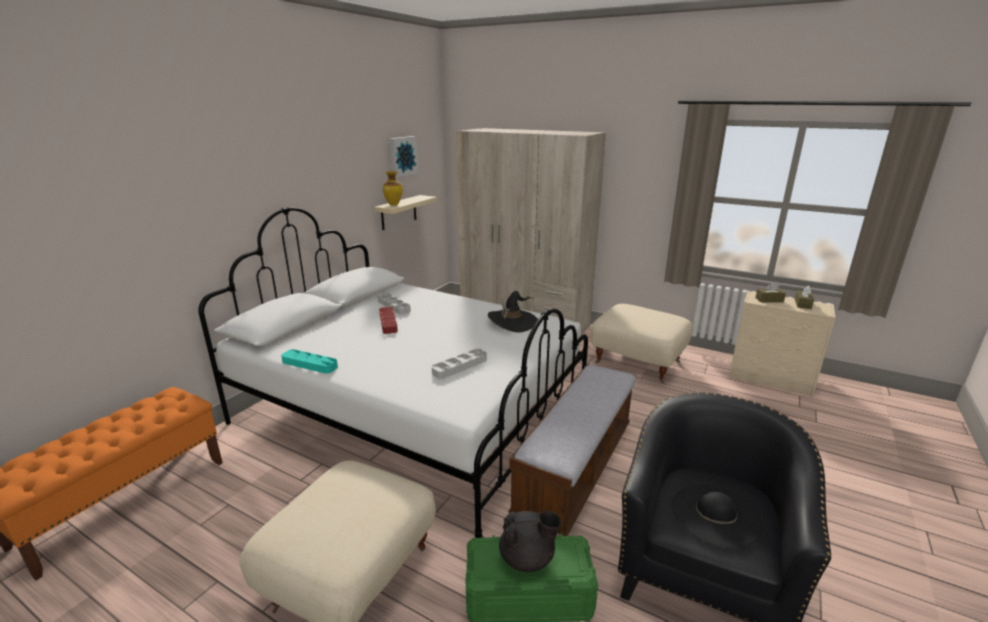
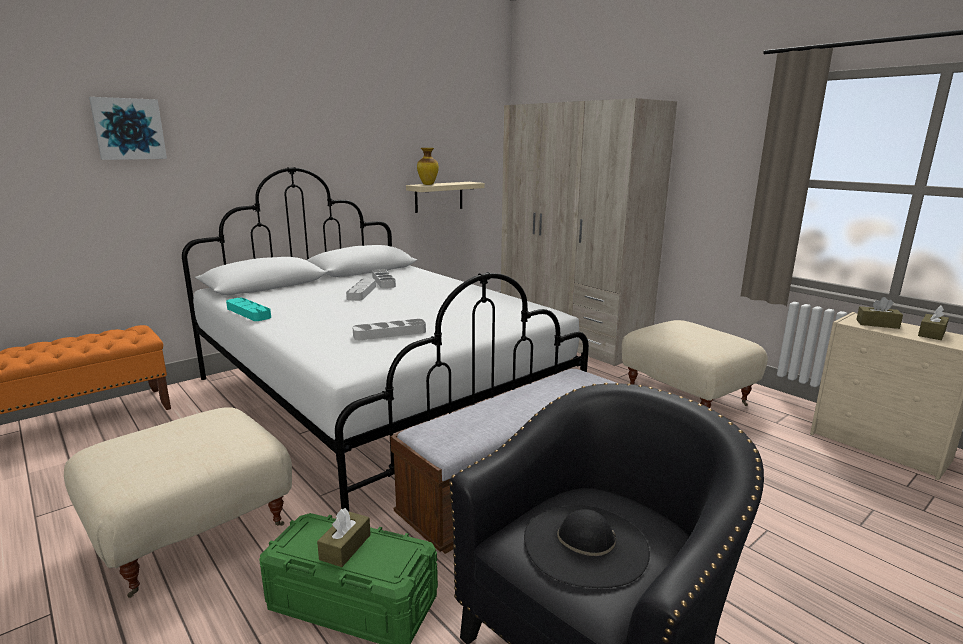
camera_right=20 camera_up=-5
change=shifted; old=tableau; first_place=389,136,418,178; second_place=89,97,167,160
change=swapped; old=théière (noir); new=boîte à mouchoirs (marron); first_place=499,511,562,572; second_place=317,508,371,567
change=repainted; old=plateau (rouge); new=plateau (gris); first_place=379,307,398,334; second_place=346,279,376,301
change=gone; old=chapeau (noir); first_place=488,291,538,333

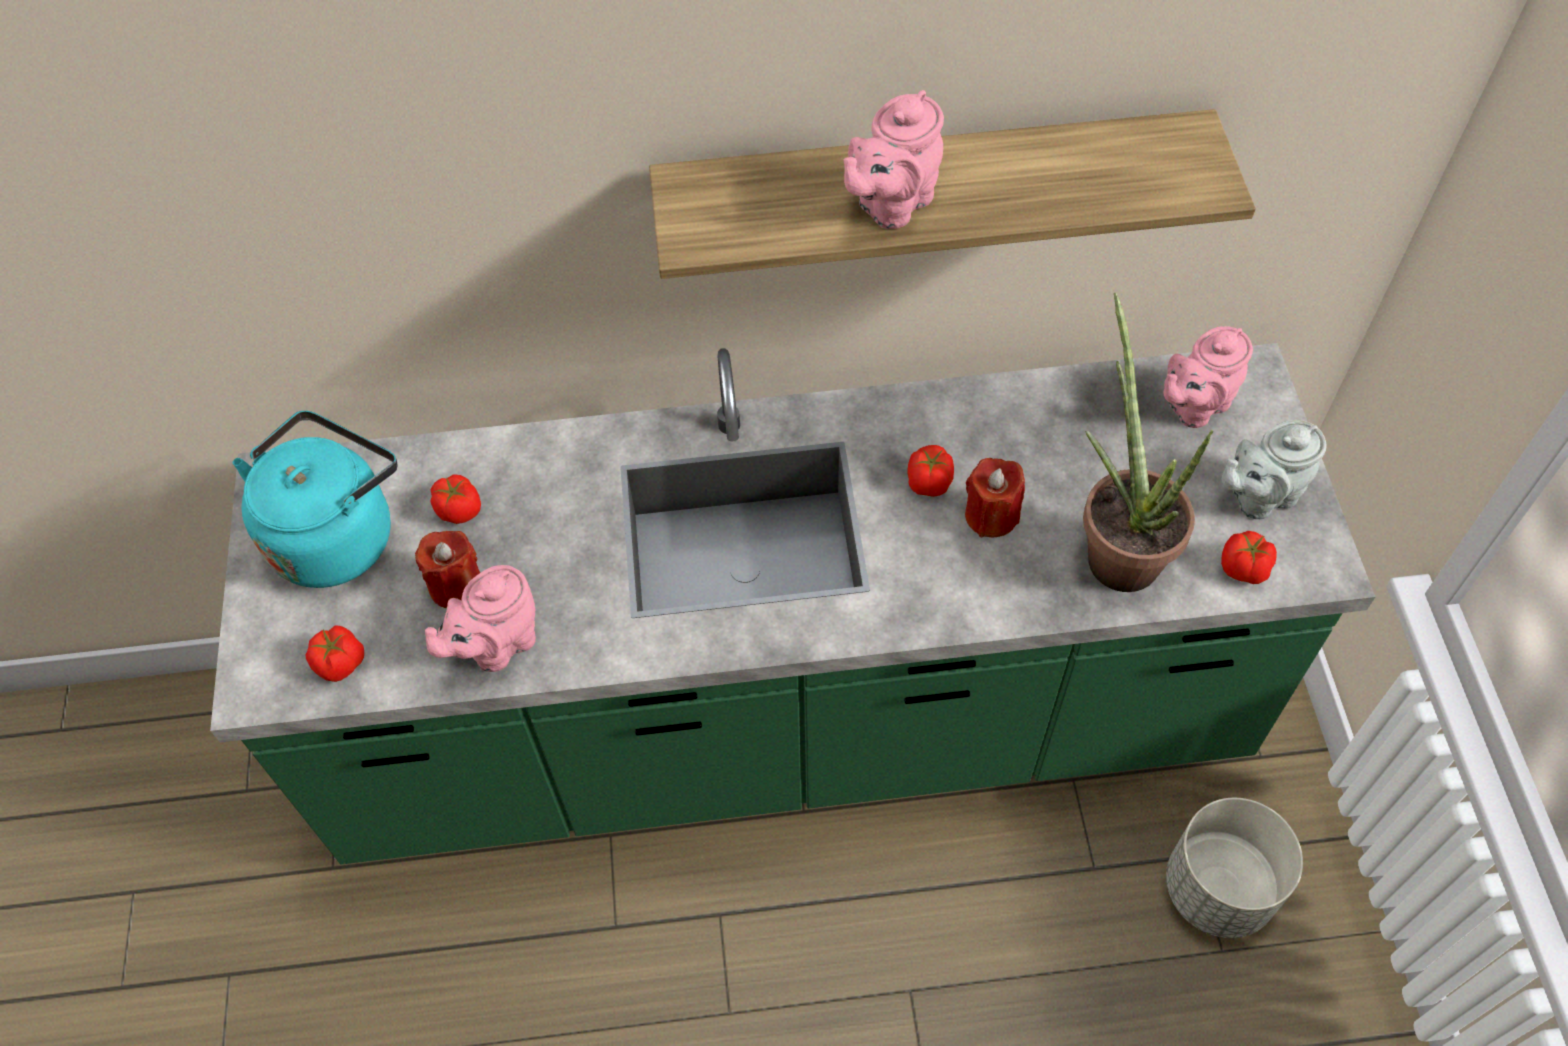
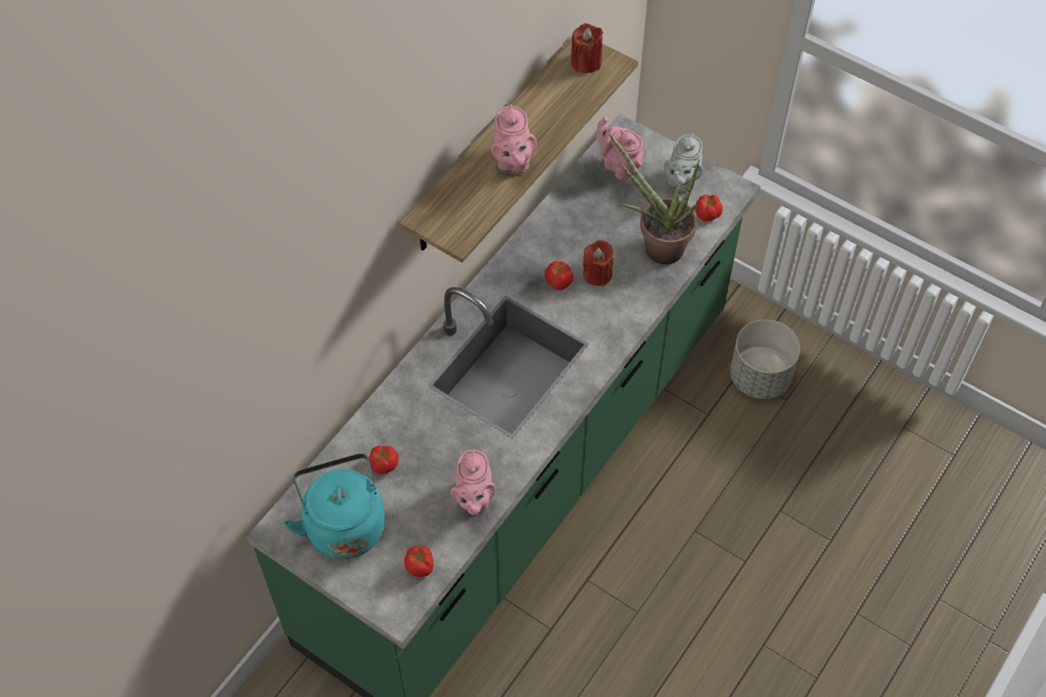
camera_right=-50 camera_up=0
change=shifted; old=bougie (rouge); first_place=415,531,480,608; second_place=571,23,603,73
change=rotated; old=théière (rose); first_place=1164,326,1253,428; second_place=597,117,643,180; degrees=135

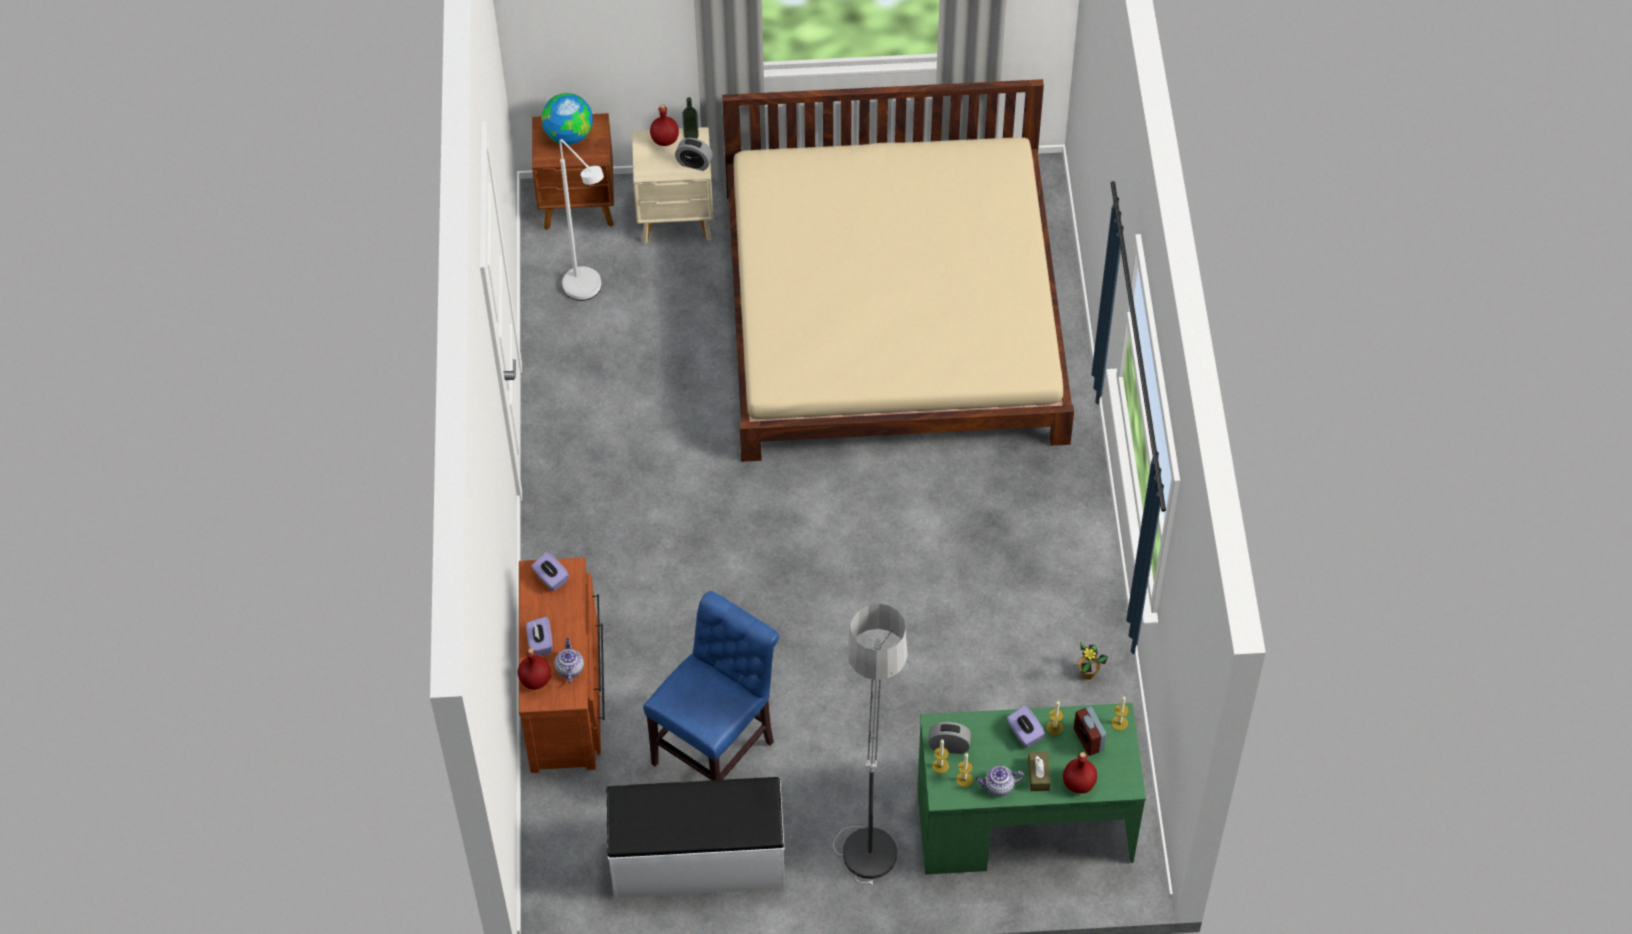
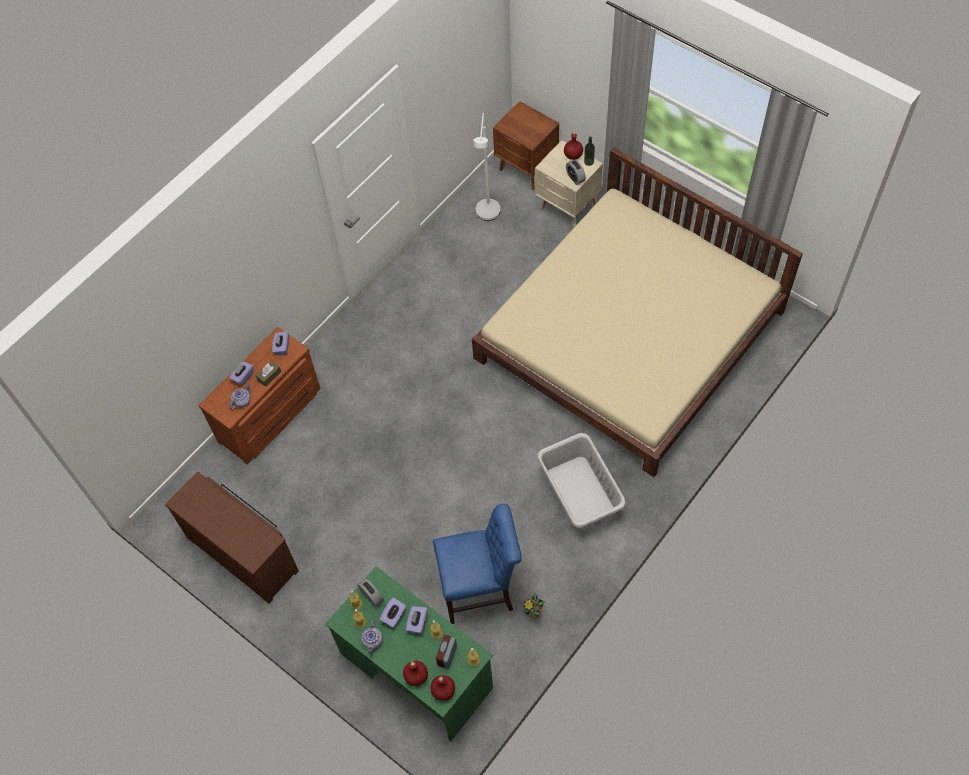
camera_right=45 camera_up=5
change=swapped; old=banc (blanc); new=commode (marron); first_place=606,777,785,898; second_place=165,472,299,604
change=shifted; old=boîte à mouchoirs (marron); first_place=1028,752,1051,791; second_place=256,361,281,387
change=rotated; old=théière; first_place=976,766,1024,796; second_place=361,620,383,654; degrees=-120
change=new; new=boîte à mouchoirs (violet); second_place=379,597,406,628
change=shifted; old=bouteille (rouge); first_place=517,648,551,690; second_place=430,675,455,701
change=shifted; old=chaise (bleu); first_place=643,591,779,780; second_place=433,504,522,624
change=new; new=panier à linge (gris); second_place=537,433,626,530
change=gone; old=globe; first_place=541,93,593,145
change=gone; old=lampadaire; first_place=833,604,907,885

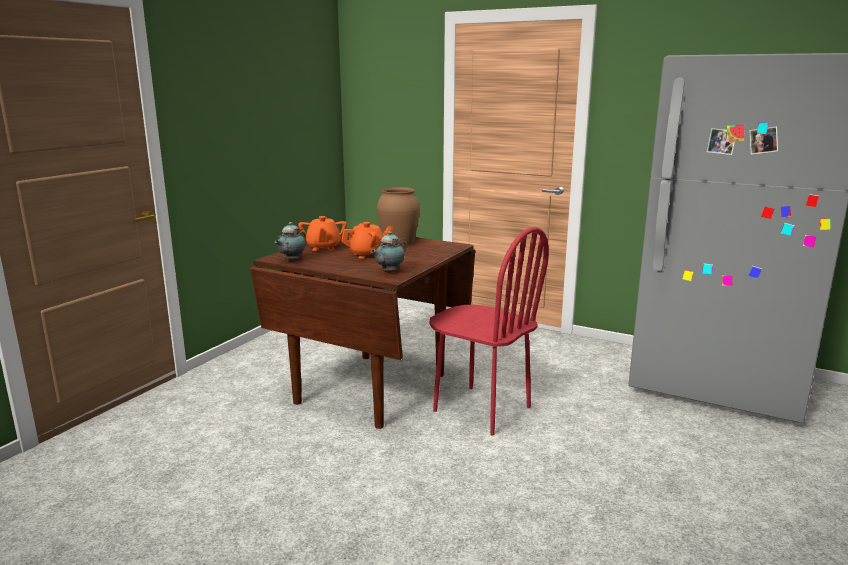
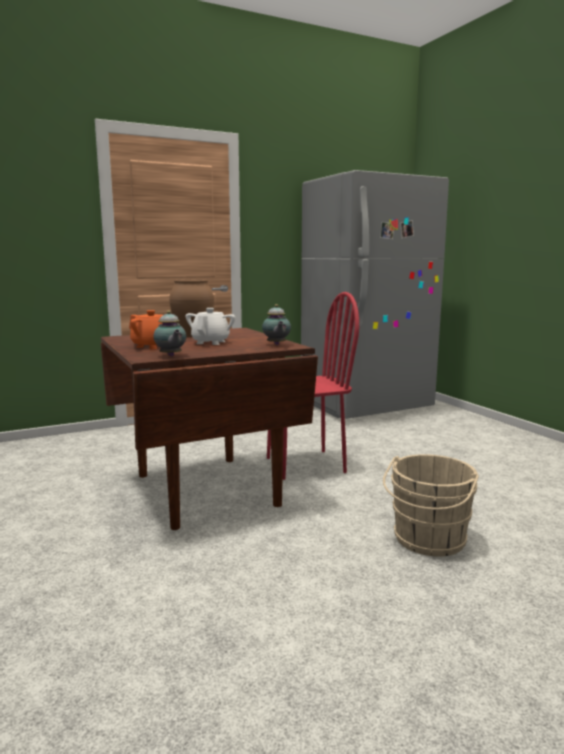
camera_right=-55 camera_up=-5
change=repainted; old=théière (orange); new=théière (blanc); first_place=341,222,393,259; second_place=186,308,235,345
change=new; new=seau (beige); second_place=383,454,479,557

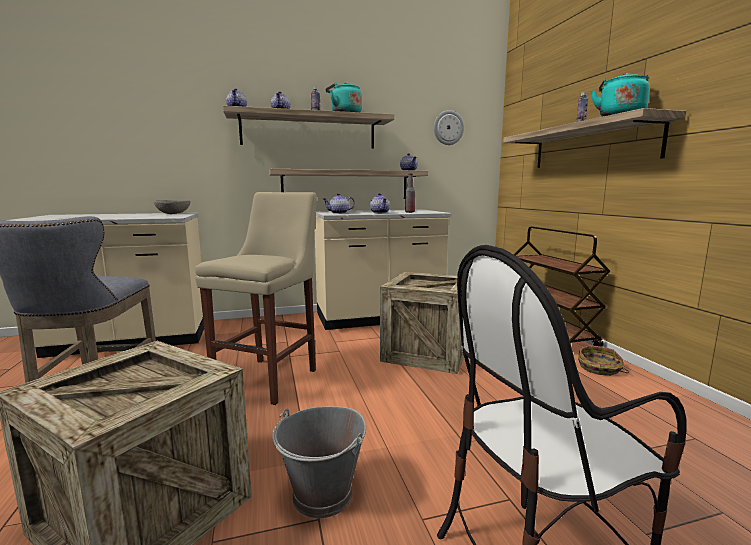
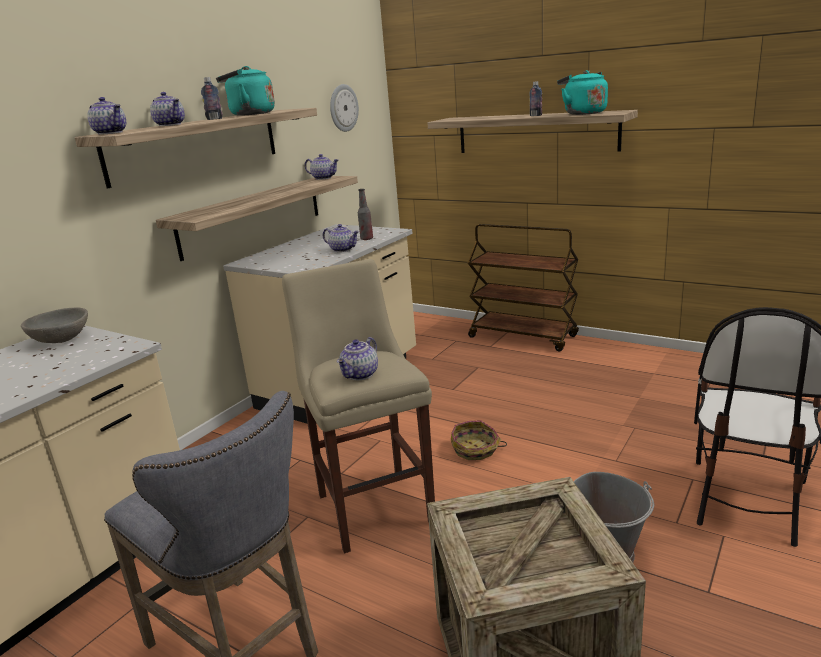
camera_right=-40 camera_up=10
change=shifted; old=théière; first_place=323,193,355,214; second_place=337,337,378,380
change=shifted; old=panier; first_place=578,345,629,376; second_place=451,420,507,460
change=gone; old=caisse; first_place=380,272,464,374

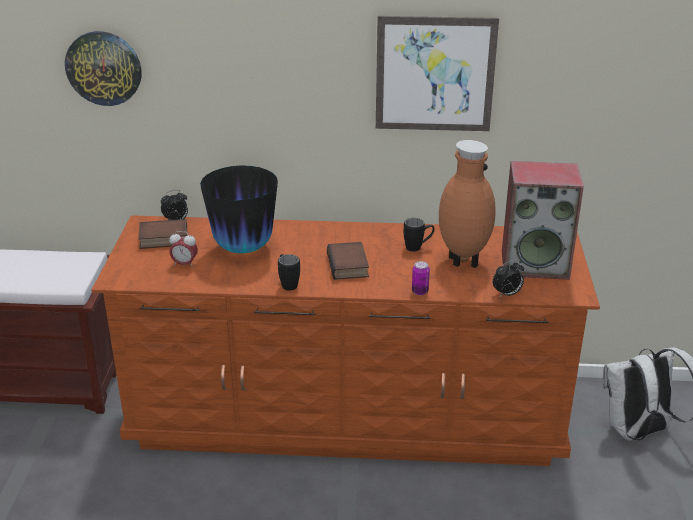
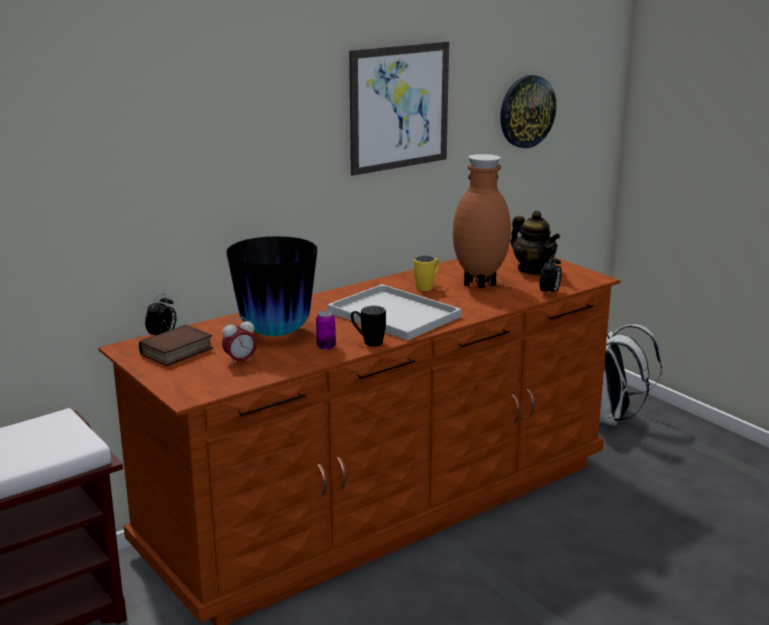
camera_right=-40 camera_up=-10
change=shifted; old=boîte métallique; first_place=412,261,430,295; second_place=316,311,336,350
change=swapped; old=livre; new=plateau (blanc); first_place=327,242,369,280; second_place=327,284,462,341
change=repainted; old=mug (noir); new=mug (jaune); first_place=404,218,435,252; second_place=414,256,440,291
change=shifted; old=horloge murale; first_place=65,31,142,106; second_place=500,75,556,148
change=swapped; old=enceinte; new=théière; first_place=502,161,584,280; second_place=511,210,560,274

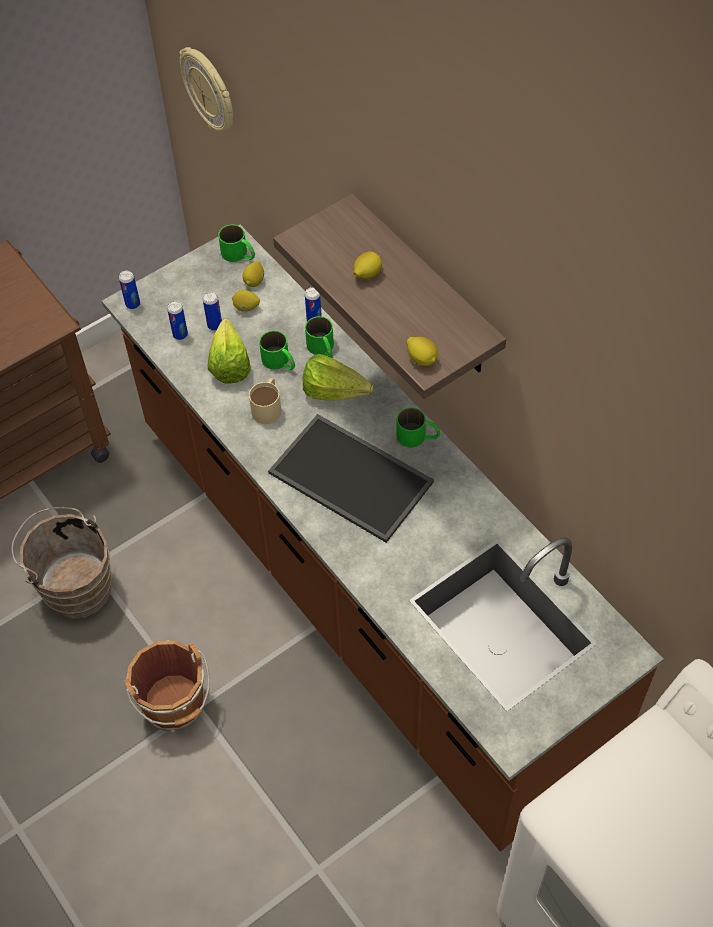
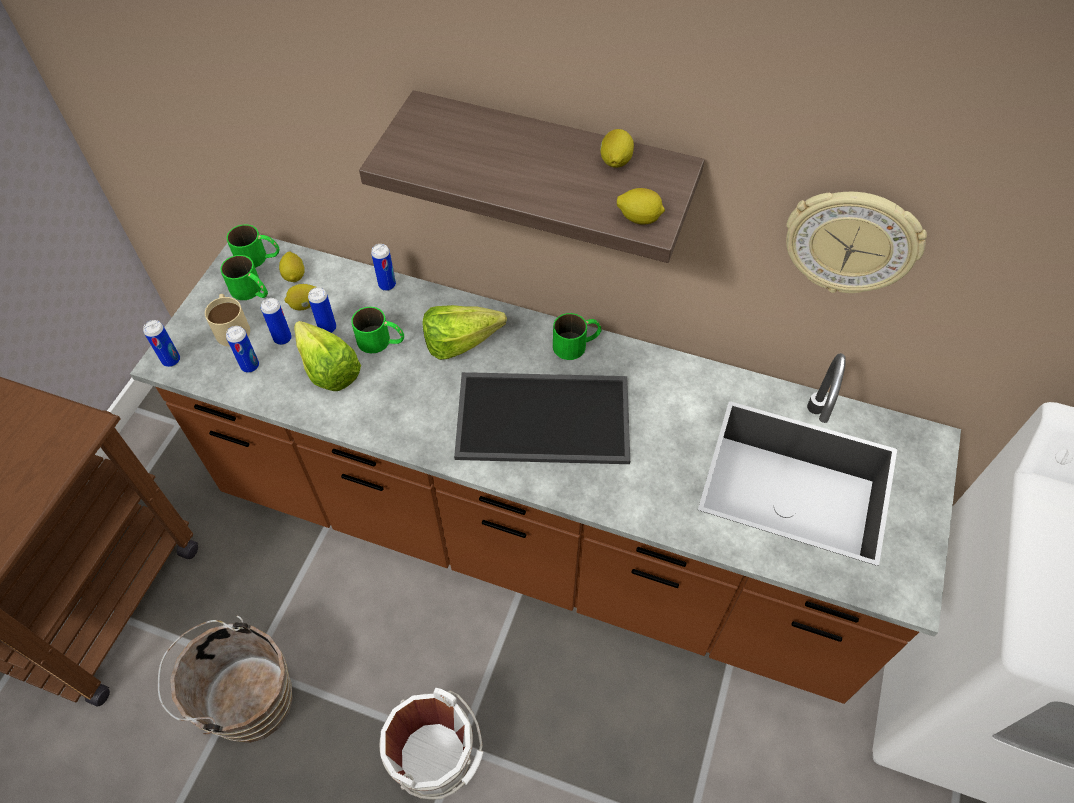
camera_right=-35 camera_up=0
change=shifted; old=mug (beige); first_place=249,378,281,424; second_place=205,294,250,346
change=shifted; old=mug (vert); first_place=305,316,334,358; second_place=220,255,268,300
change=new; new=boîte métallique; second_place=308,287,336,333
change=repainted; old=seau (marron); new=seau (blanc); first_place=124,640,210,733; second_place=379,688,483,800
change=shifted; old=citron; first_place=353,252,382,279; second_place=600,129,634,168
change=shifted; old=horloge murale; first_place=179,47,233,133; second_place=786,192,927,293

